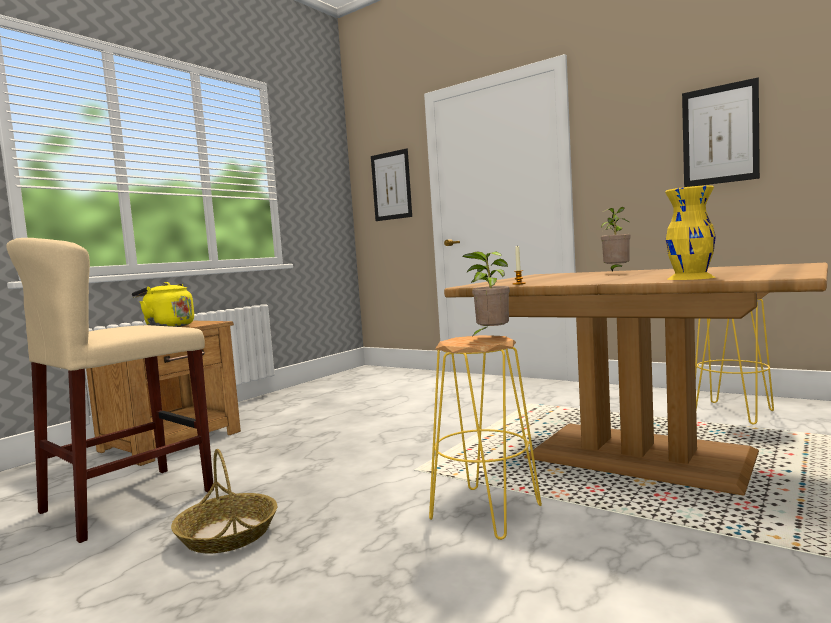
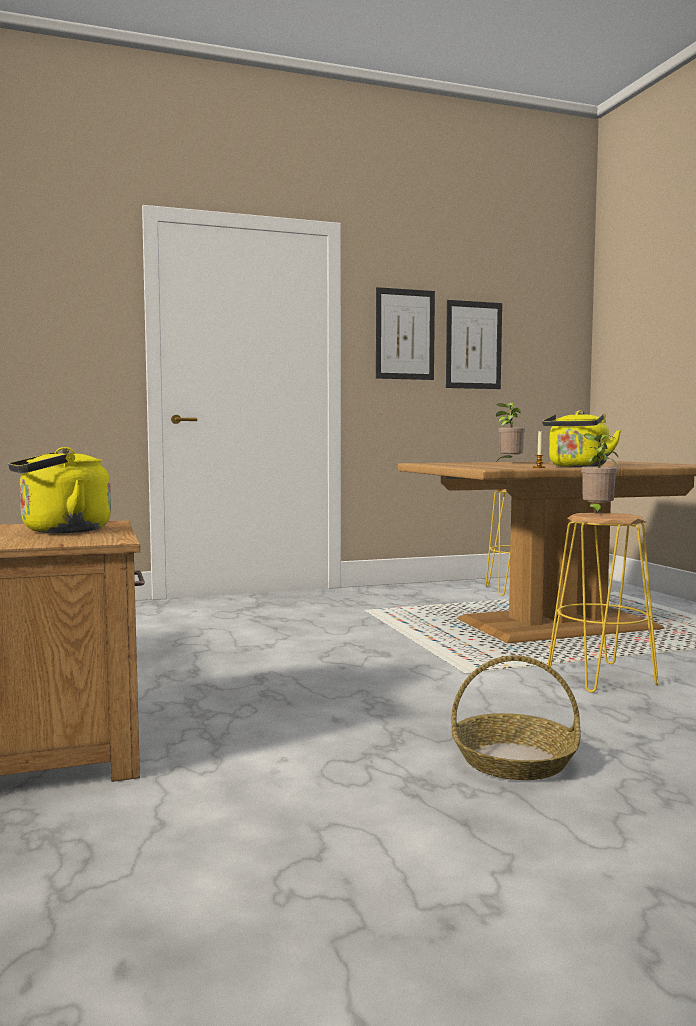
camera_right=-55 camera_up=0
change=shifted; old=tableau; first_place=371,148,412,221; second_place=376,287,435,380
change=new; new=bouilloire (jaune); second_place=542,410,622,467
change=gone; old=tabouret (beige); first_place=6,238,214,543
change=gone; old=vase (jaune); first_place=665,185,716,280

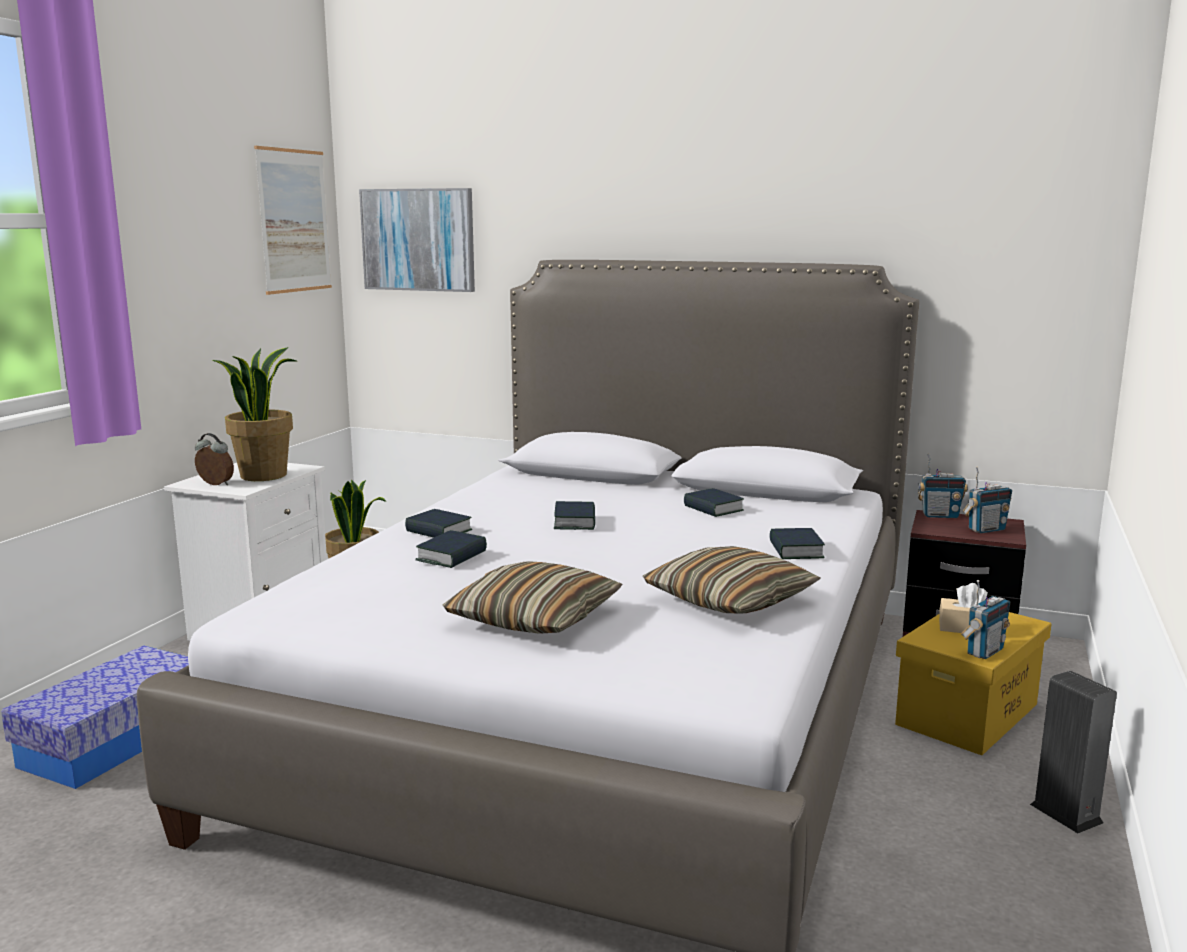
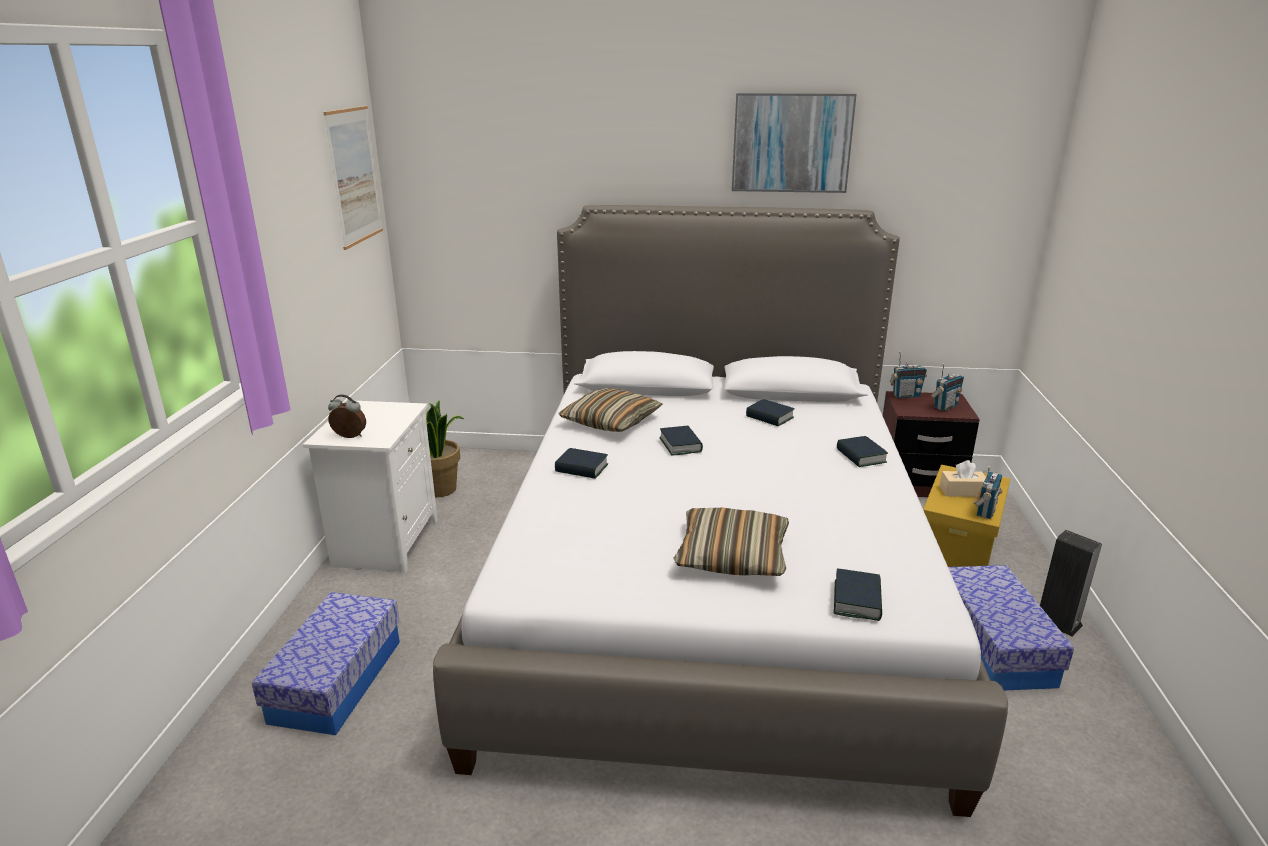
camera_right=-15 camera_up=10
change=shifted; old=coussin; first_place=643,546,821,614; second_place=559,388,663,432
change=shifted; old=tableau; first_place=359,188,475,292; second_place=732,93,857,193
change=shifted; old=livre; first_place=415,530,487,568; second_place=833,569,882,621
change=new; new=boîte de rangement; second_place=948,565,1074,691
change=gone; old=plante en pot; first_place=213,347,296,481

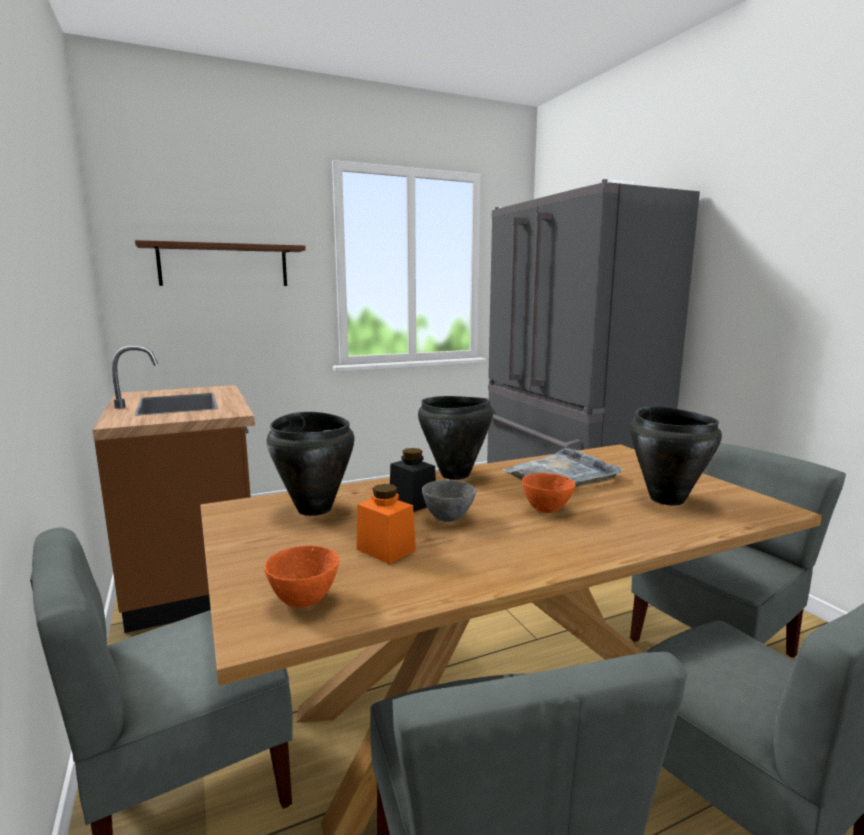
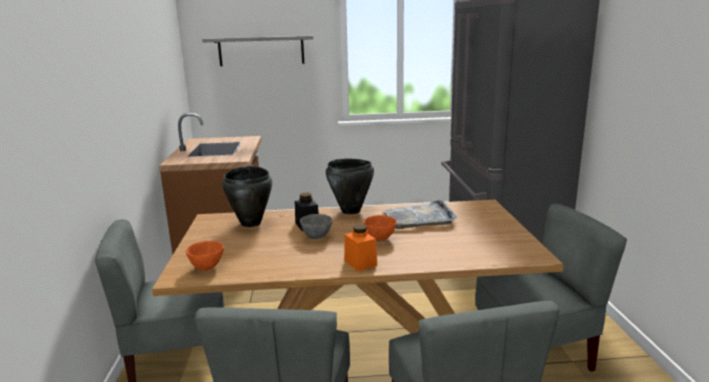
camera_right=20 camera_up=5
change=repainted; old=étagère (marron); new=étagère (gris); first_place=135,240,306,286; second_place=202,36,313,66
change=shifted; old=bocal (orange); first_place=357,484,416,564; second_place=344,224,377,271
change=gone; old=marmite (noir); first_place=630,406,722,505

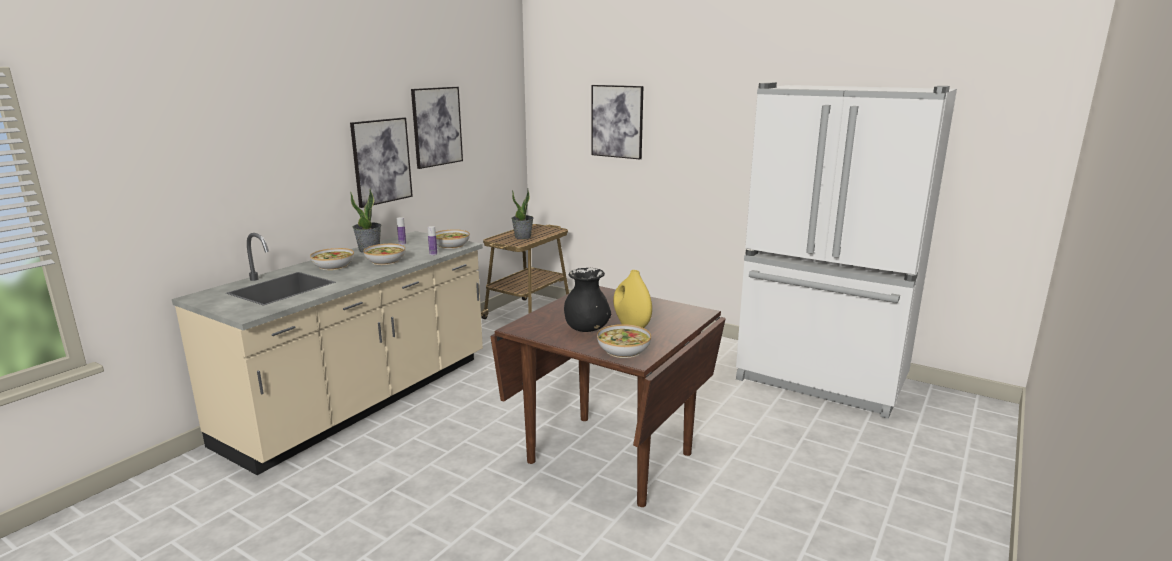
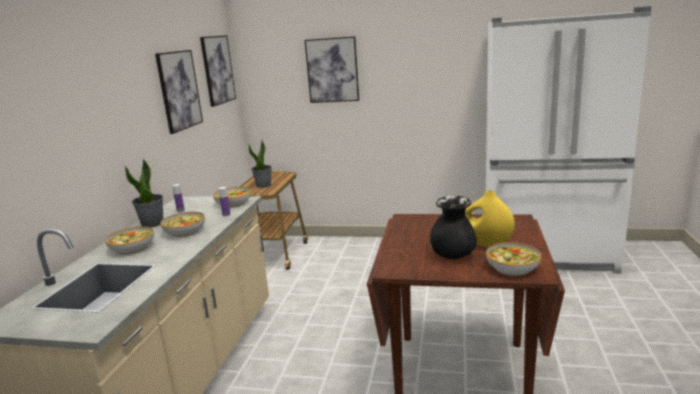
camera_right=-20 camera_up=0
change=shifted; old=tableau; first_place=350,117,413,208; second_place=200,35,236,107

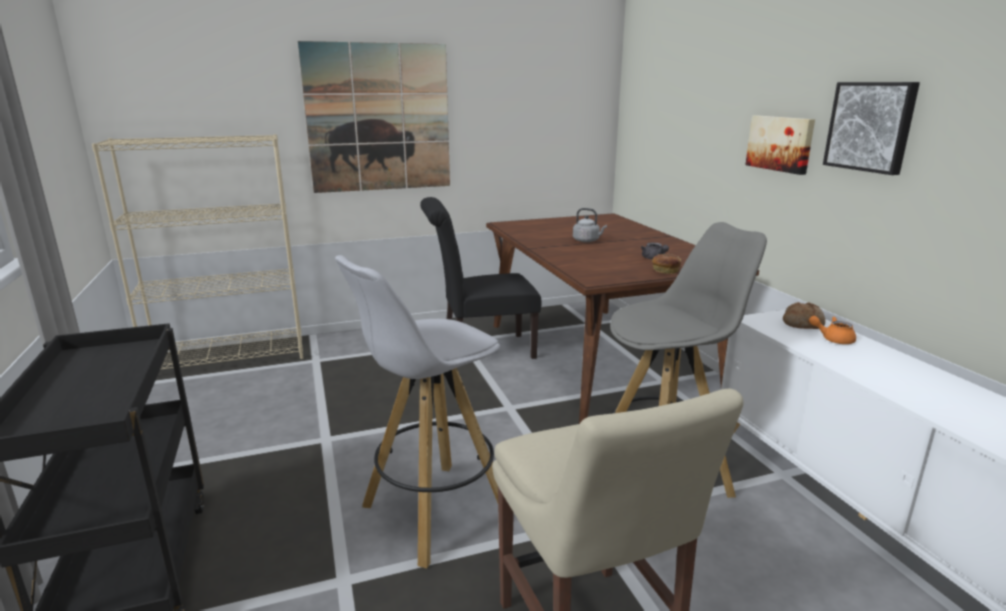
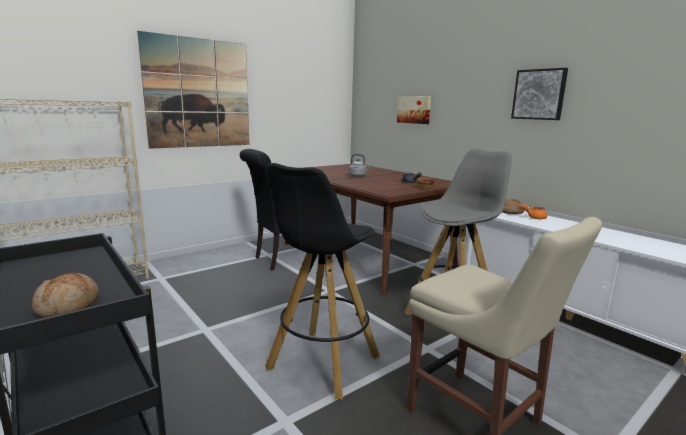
camera_right=-20 camera_up=-5
change=new; new=pain; second_place=32,273,99,318
change=repainted; old=tabouret (blanc); new=tabouret (noir); first_place=335,255,500,569; second_place=265,163,380,399
change=shifted; old=tableau; first_place=745,116,815,175; second_place=397,96,431,124

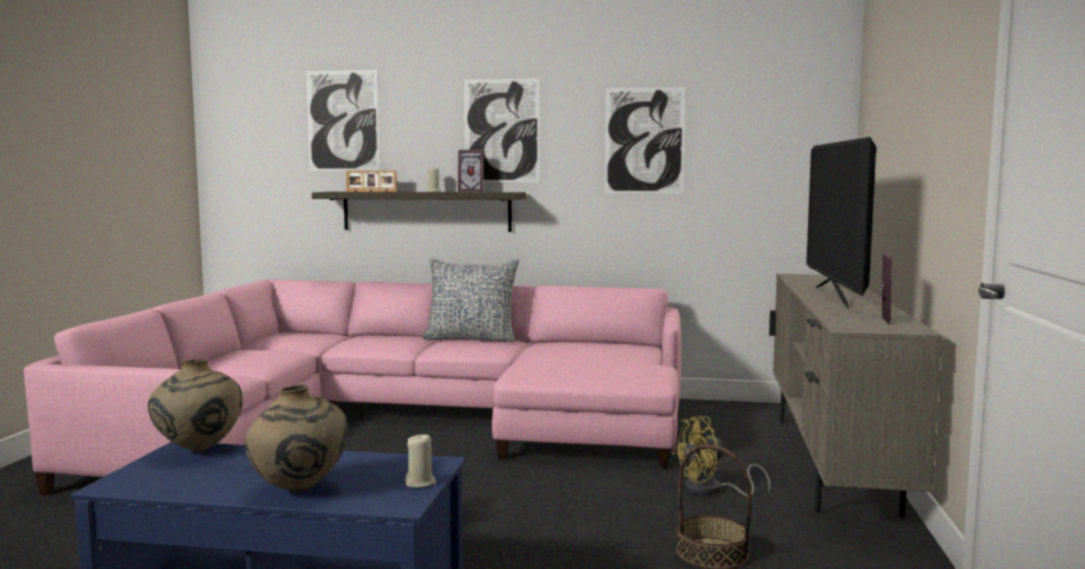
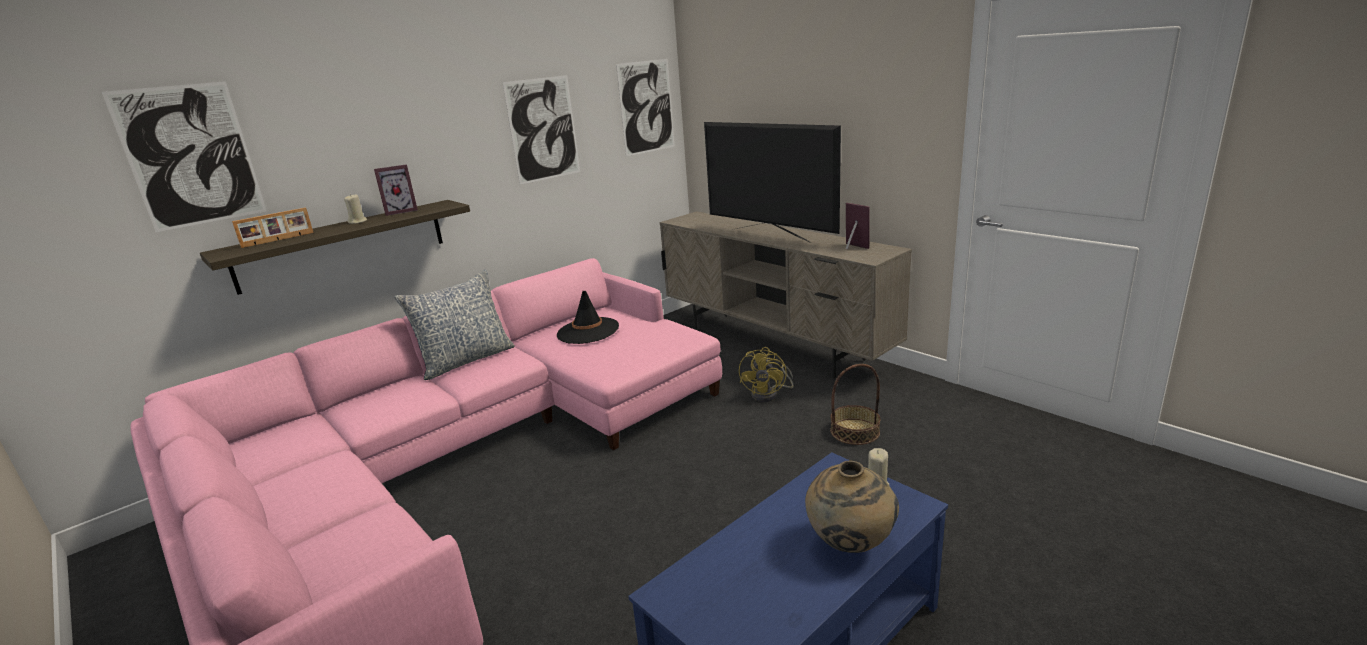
camera_right=-50 camera_up=15
change=new; new=chapeau (noir); second_place=557,291,619,344
change=shifted; old=tableau; first_place=464,78,539,182; second_place=616,59,675,156
change=gone; old=vase (beige); first_place=148,359,243,452

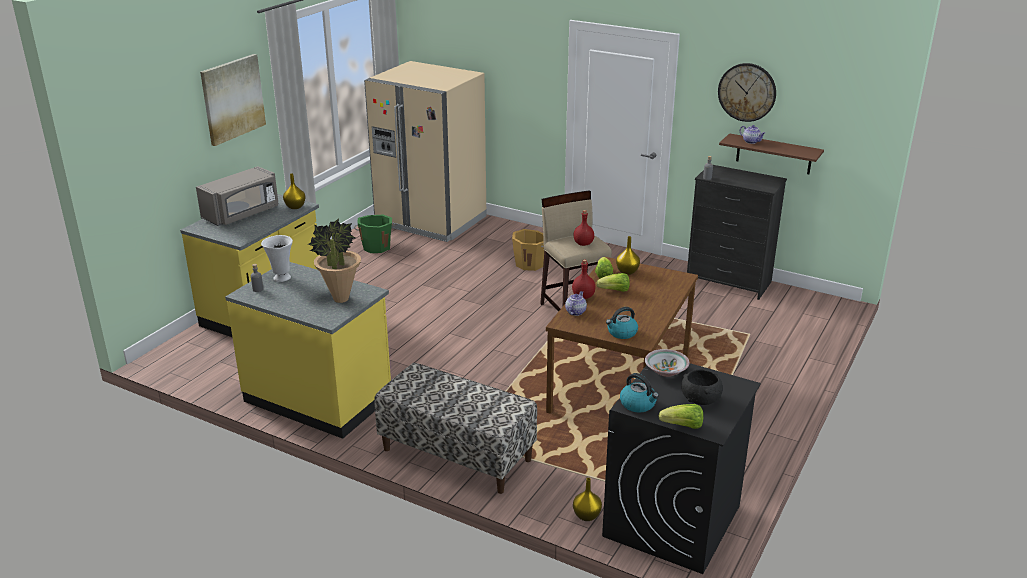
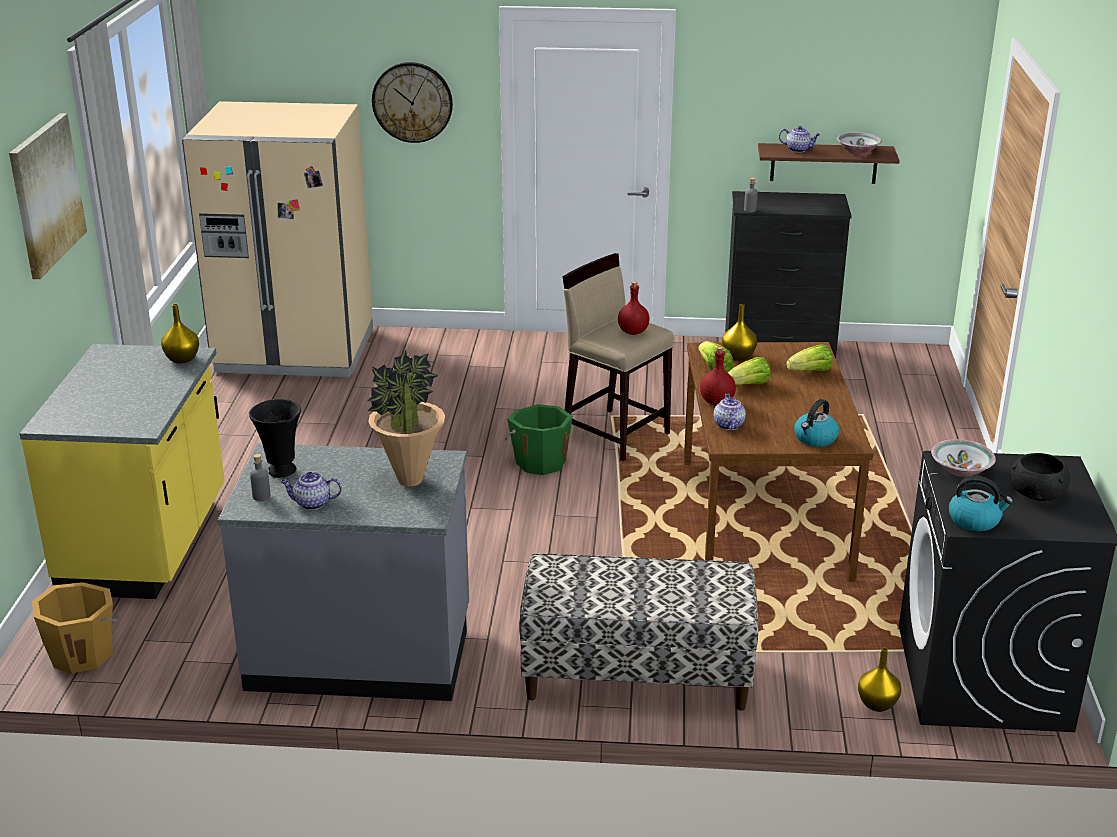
camera_right=-25 camera_up=0
change=shifted; old=seau (orange); first_place=512,229,544,271; second_place=32,582,120,673
change=repainted; old=comptoir de cuisine (jaune); new=comptoir de cuisine (gris); first_place=225,262,391,439; second_place=218,443,469,701
change=repainted; old=vase (blanc); new=vase (noir); first_place=261,235,293,282; second_place=249,399,301,478
change=new; new=théière; second_place=280,472,342,510
change=shifted; old=horloge murale; first_place=718,63,776,122; second_place=372,62,453,143
change=shifted; old=seau (vert); first_place=354,215,397,253; second_place=505,404,573,475
change=shifted; old=laitue; first_place=659,404,703,429; second_place=786,345,833,371
change=new; new=bol; second_place=837,133,882,155
change=gone; old=micro-ondes (gris); first_place=196,166,279,226

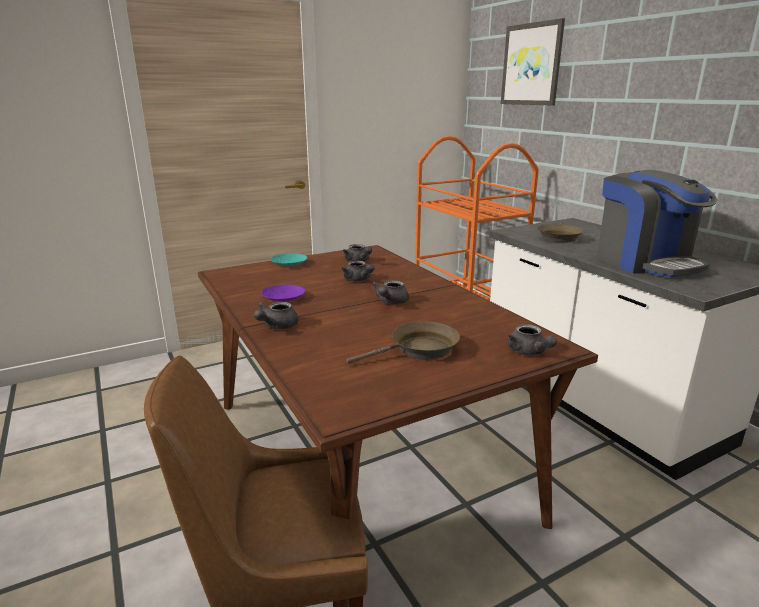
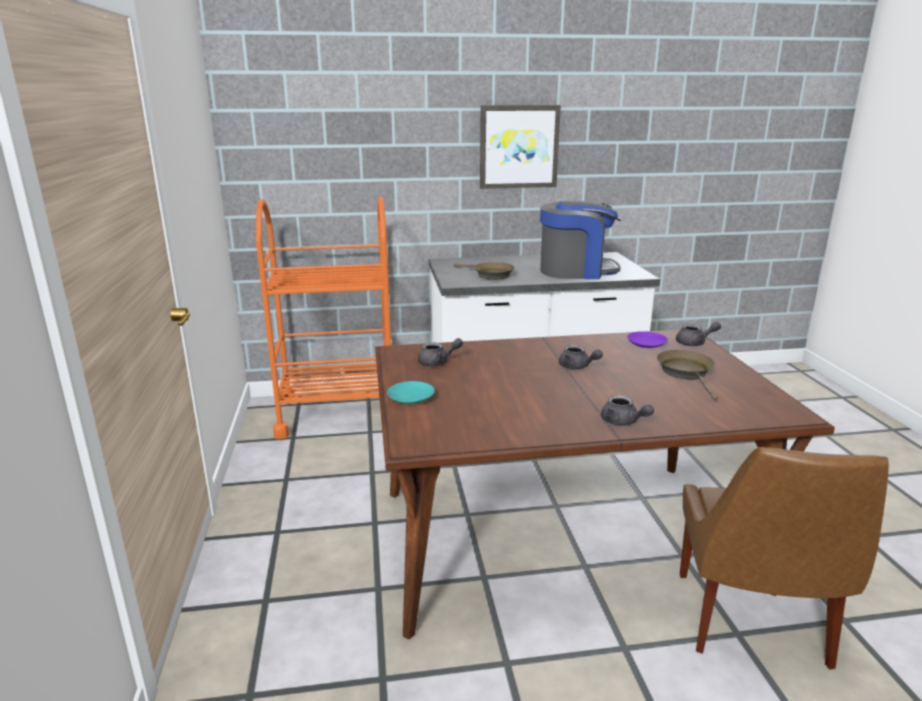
camera_right=-70 camera_up=0
change=shifted; old=tableau; first_place=501,18,565,106; second_place=480,105,561,189
change=shifted; old=assiette (violet); first_place=261,284,305,302; second_place=627,331,668,348
change=gone; old=théière (gris); first_place=342,261,374,282

